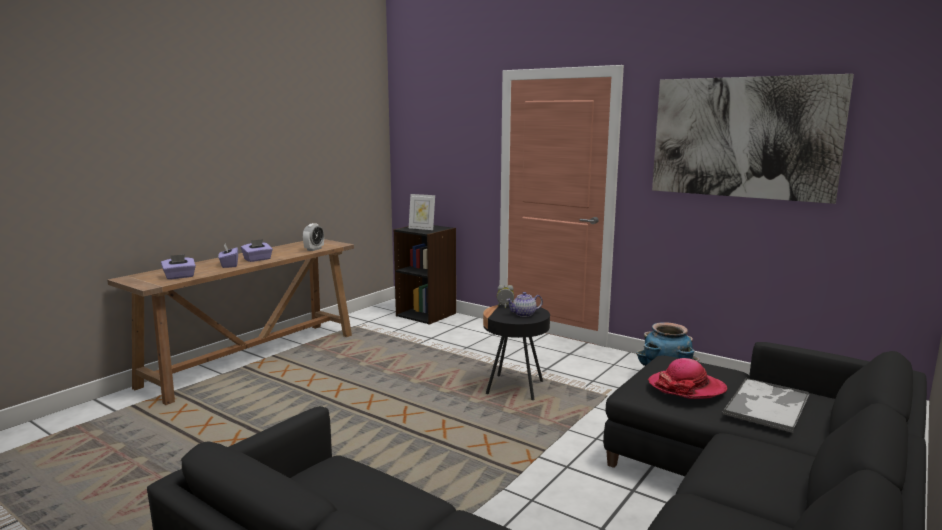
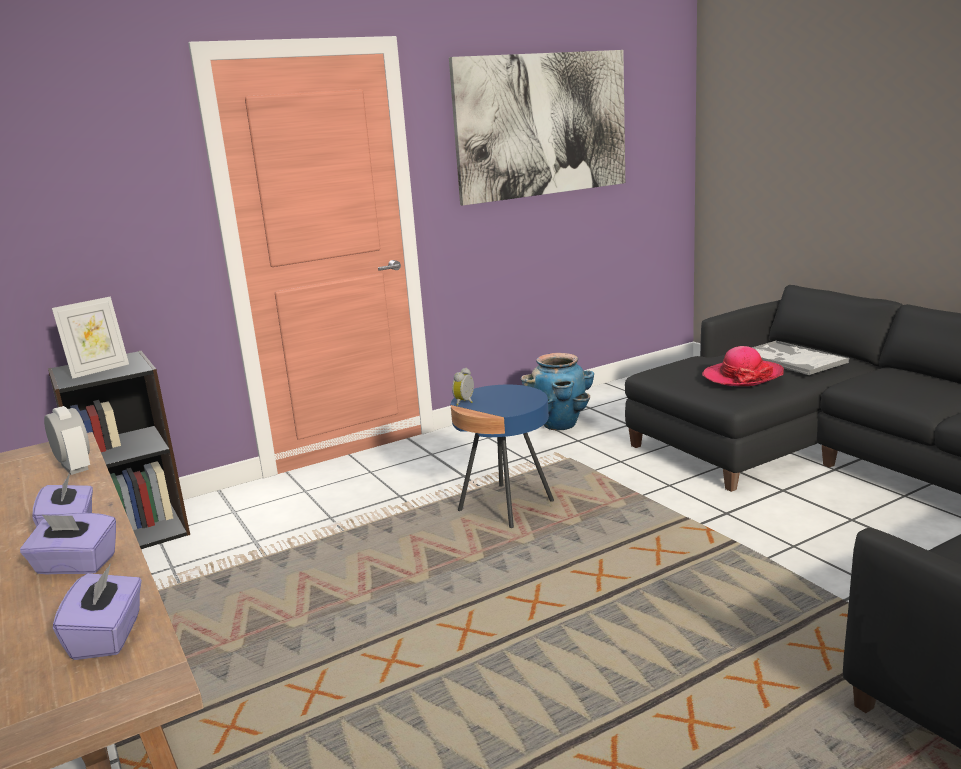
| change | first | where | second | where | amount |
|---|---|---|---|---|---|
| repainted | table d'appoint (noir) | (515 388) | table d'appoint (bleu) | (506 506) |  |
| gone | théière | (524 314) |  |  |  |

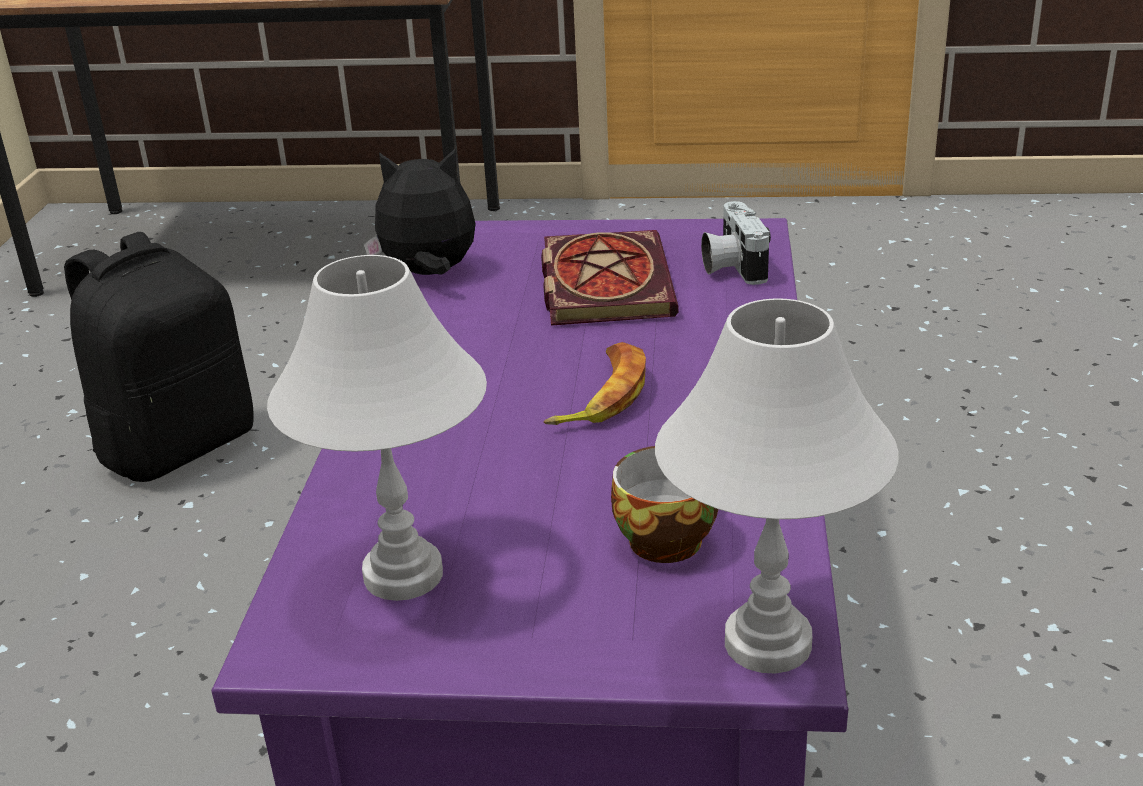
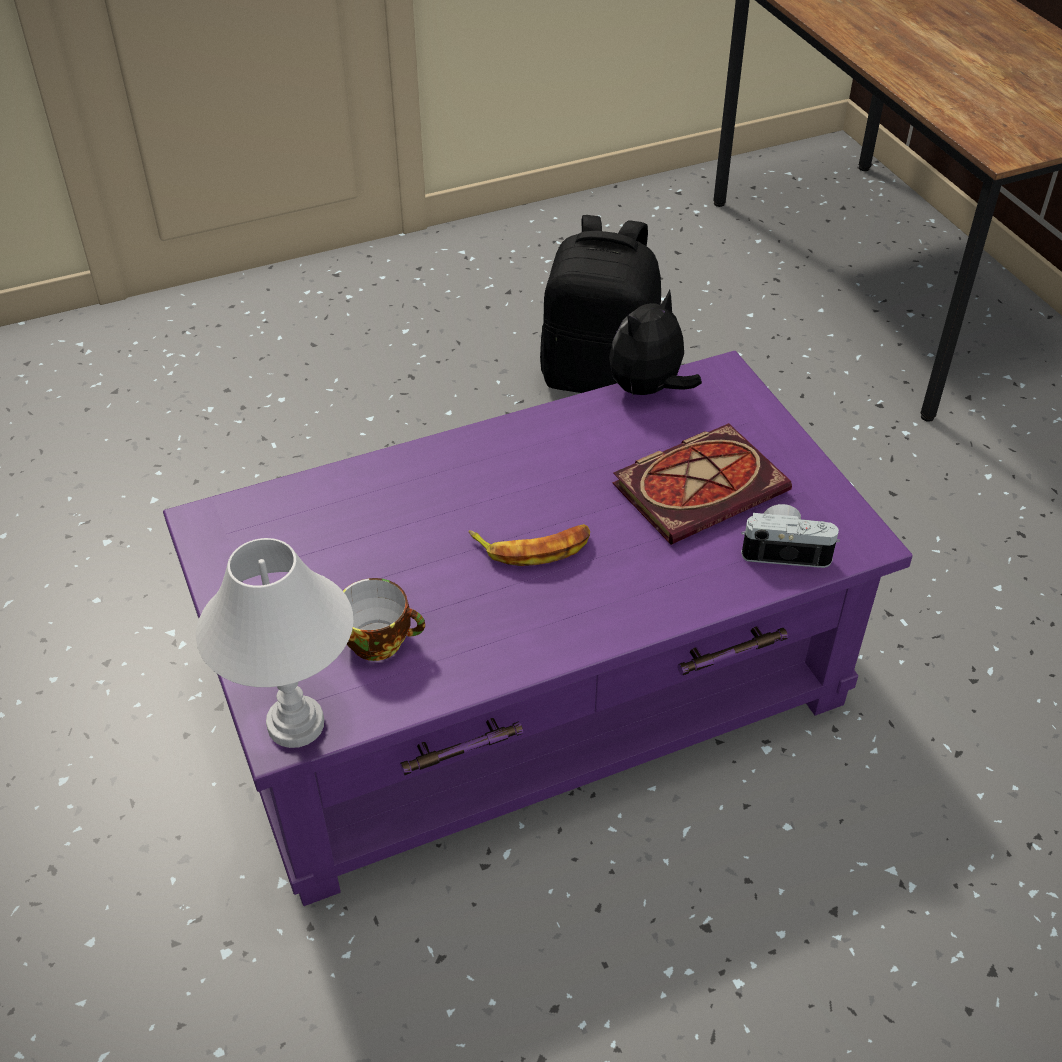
| change | first | where | second | where | amount |
|---|---|---|---|---|---|
| rotated | peluche | (429 274) |  | (648 390) | 105 degrees counterclockwise |
| rotated | appareil photo | (731 266) |  | (786 549) | 45 degrees clockwise |
| gone | lampe de table (blanc) | (402 576) |  |  |  |

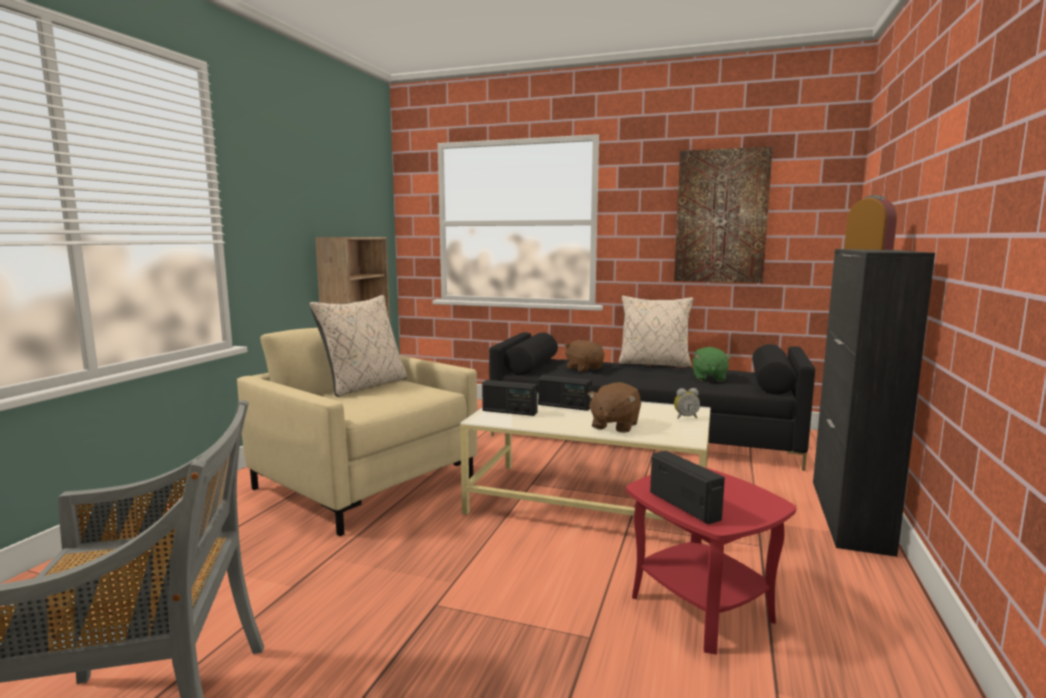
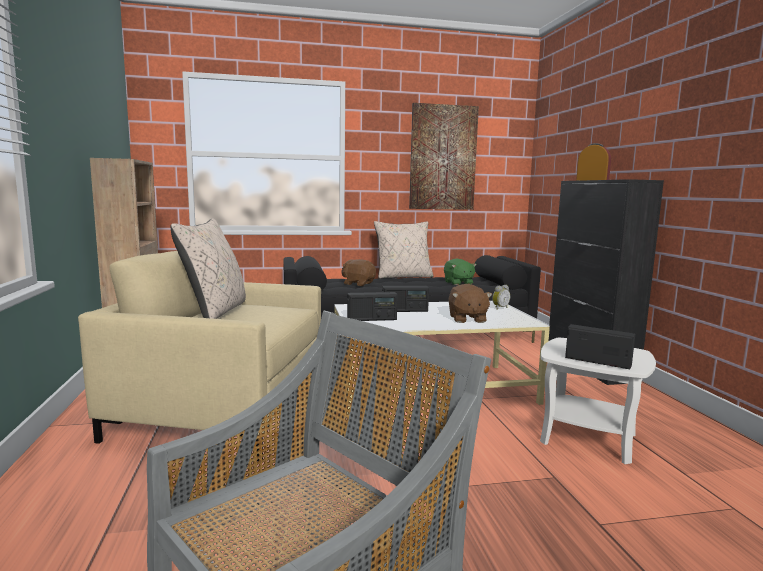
| change | first | where | second | where | amount |
|---|---|---|---|---|---|
| repainted | table d'appoint (rouge) | (700 607) | table d'appoint (blanc) | (588 438) |  |

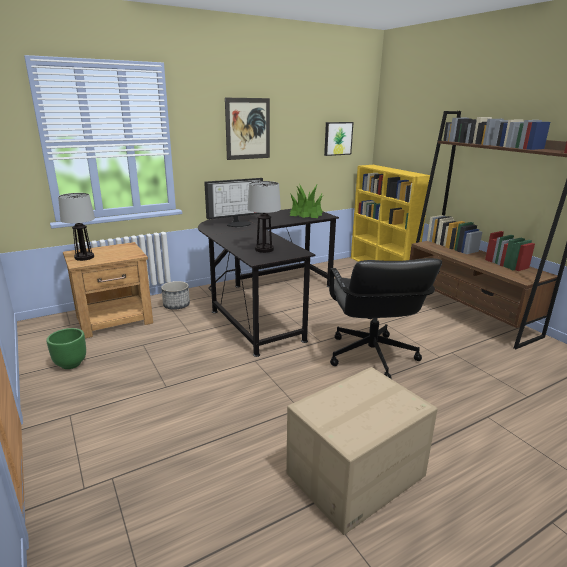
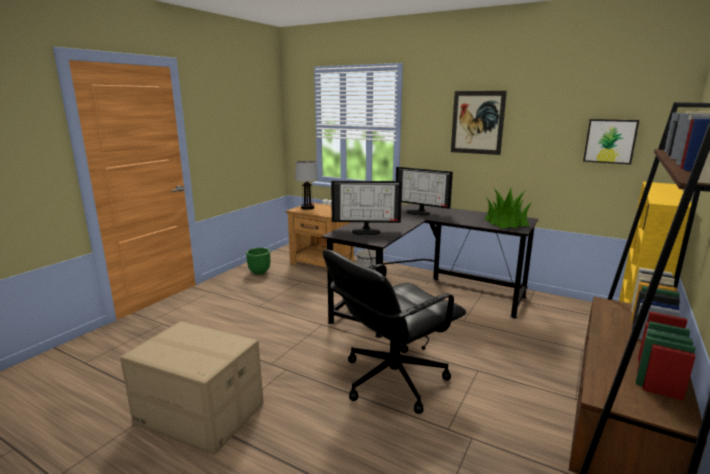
| change | first | where | second | where | amount |
|---|---|---|---|---|---|
| swapped | lampe de table | (264 249) | écran d'ordinateur | (366 231) |  |

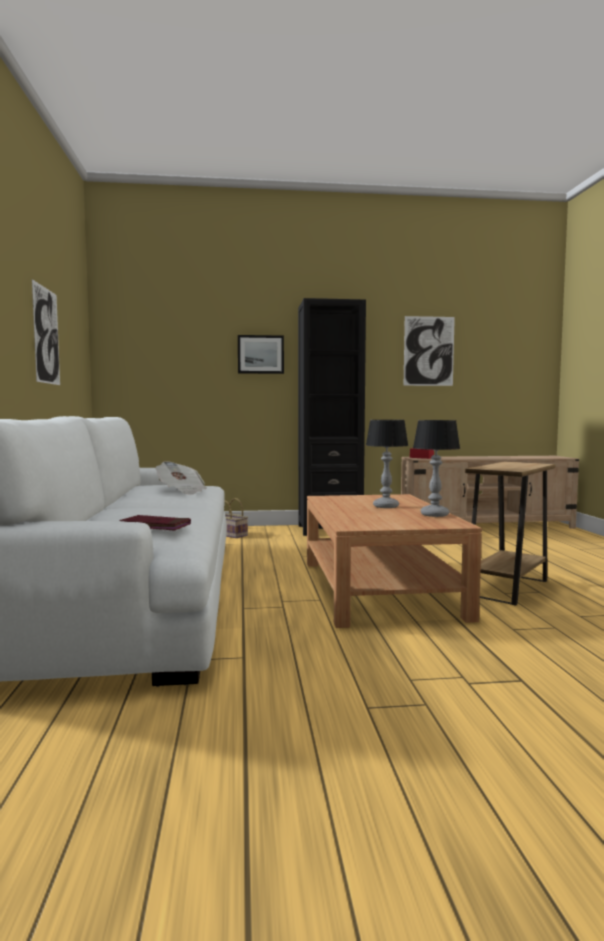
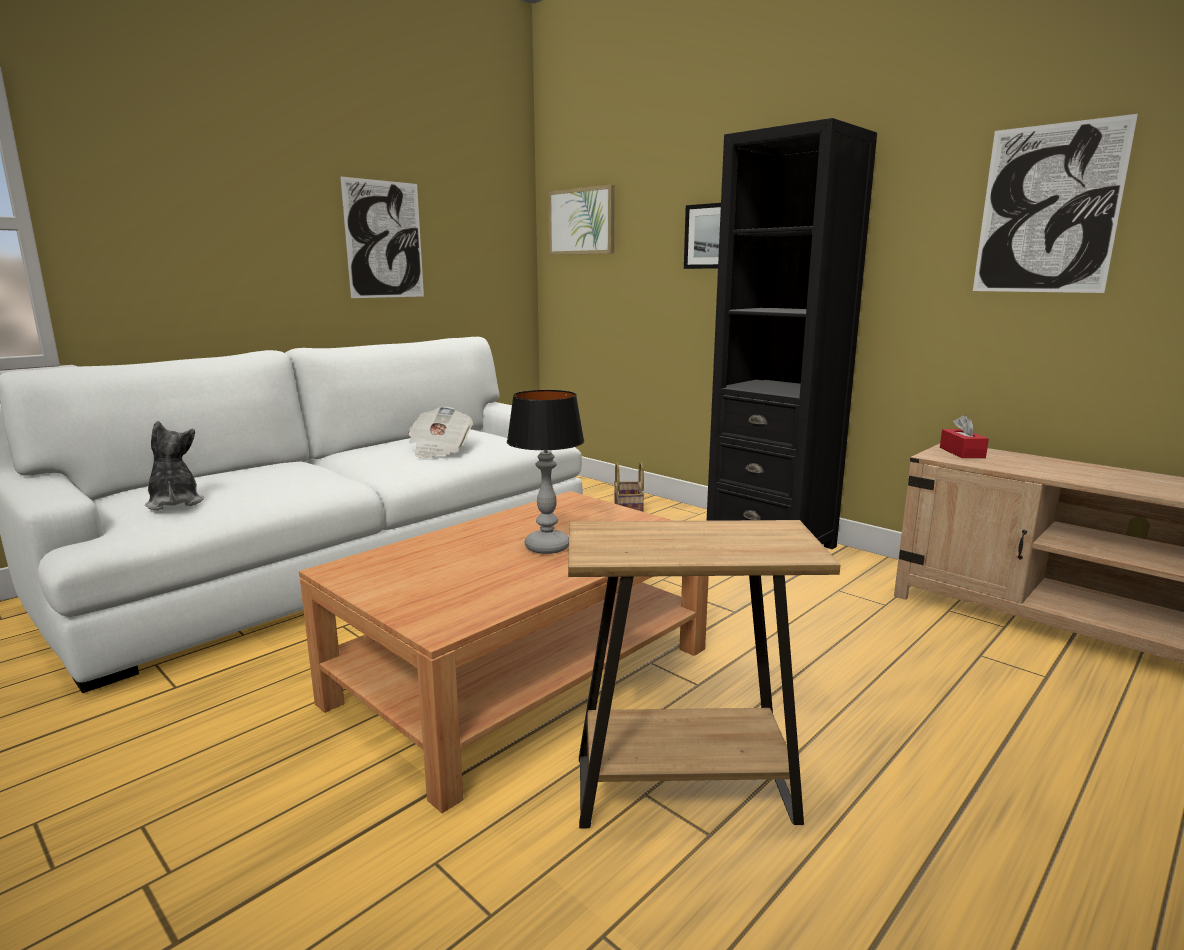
| change | first | where | second | where | amount |
|---|---|---|---|---|---|
| swapped | livre (rouge) | (155 526) | peluche | (175 503) |  |
| new |  |  | tableau | (582 221) |  |
| gone | lampe de table | (434 515) |  |  |  |

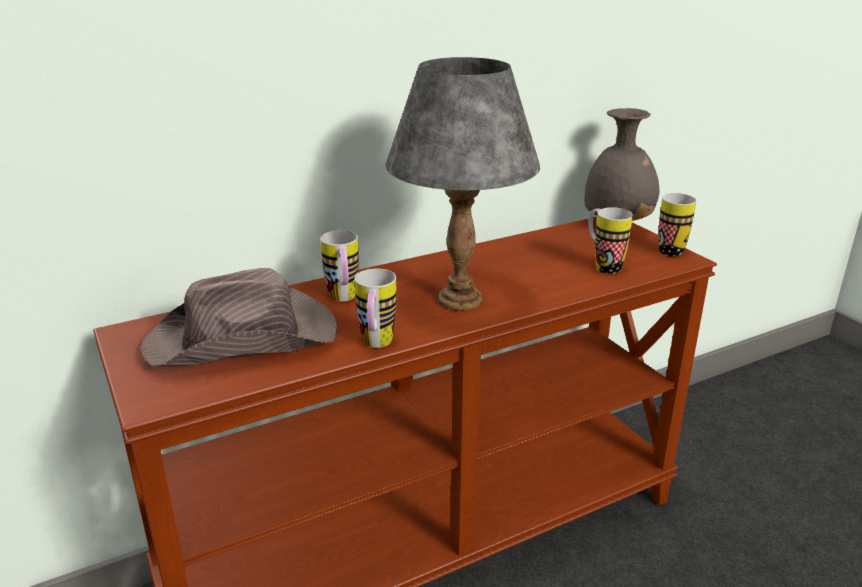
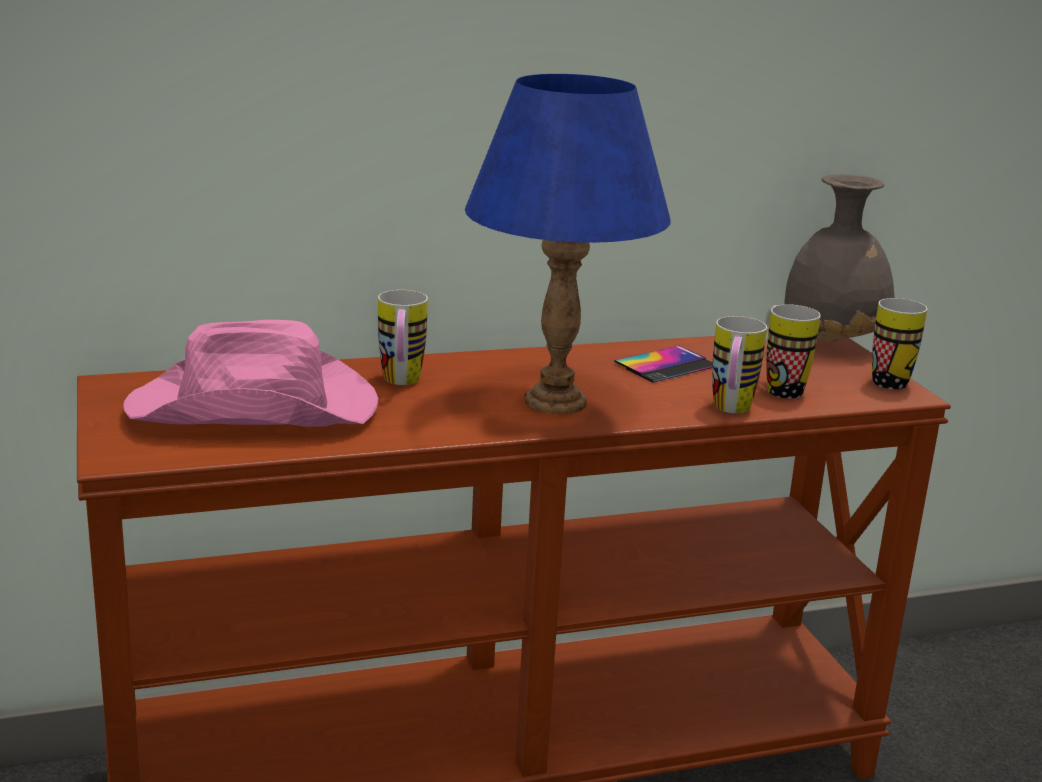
| change | first | where | second | where | amount |
|---|---|---|---|---|---|
| repainted | chapeau (marron) | (244 339) | chapeau (rose) | (256 409) |  |
| repainted | lampe de table (gris) | (459 300) | lampe de table (bleu) | (554 402) |  |
| new |  |  | téléphone | (666 365) |  |
| shifted | mug | (376 345) |  | (730 411) |  |

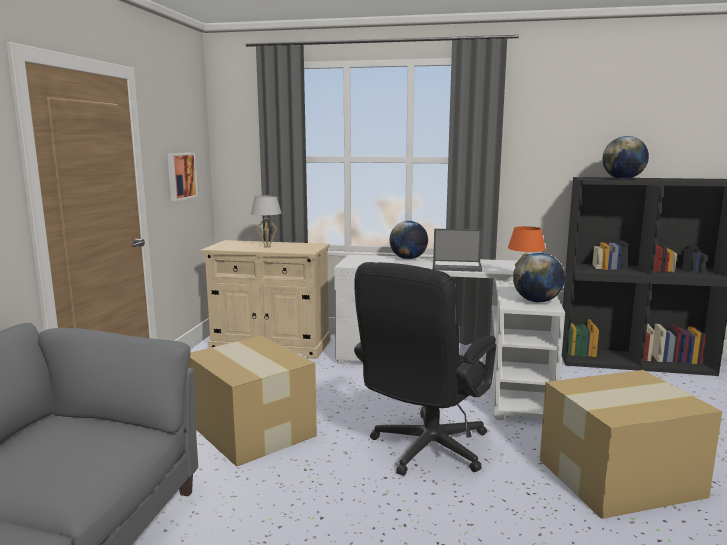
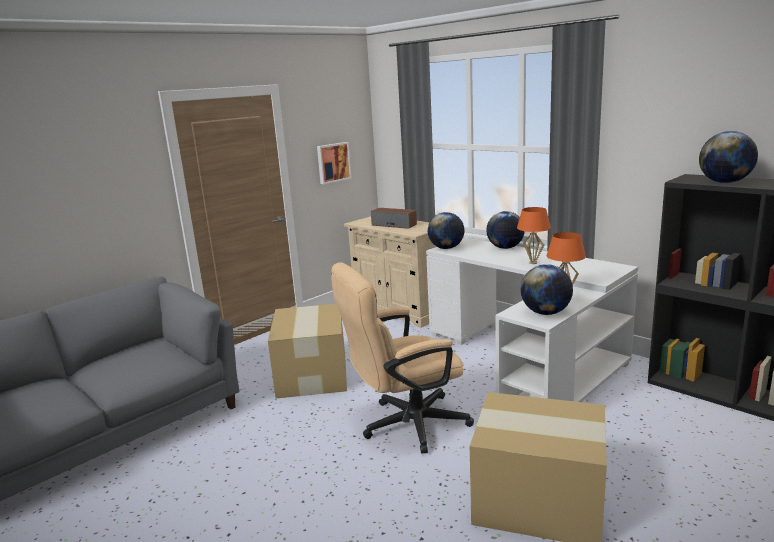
| change | first | where | second | where | amount |
|---|---|---|---|---|---|
| repainted | chaise de bureau (noir) | (424 451) | chaise de bureau (beige) | (405 425) |  |
| swapped | lampe de table (blanc) | (267 247) | enceinte | (394 225) |  |
| new |  |  | globe | (446 248) |  |
| swapped | ordinateur portable | (457 266) | lampe de table (orange) | (533 263) |  |

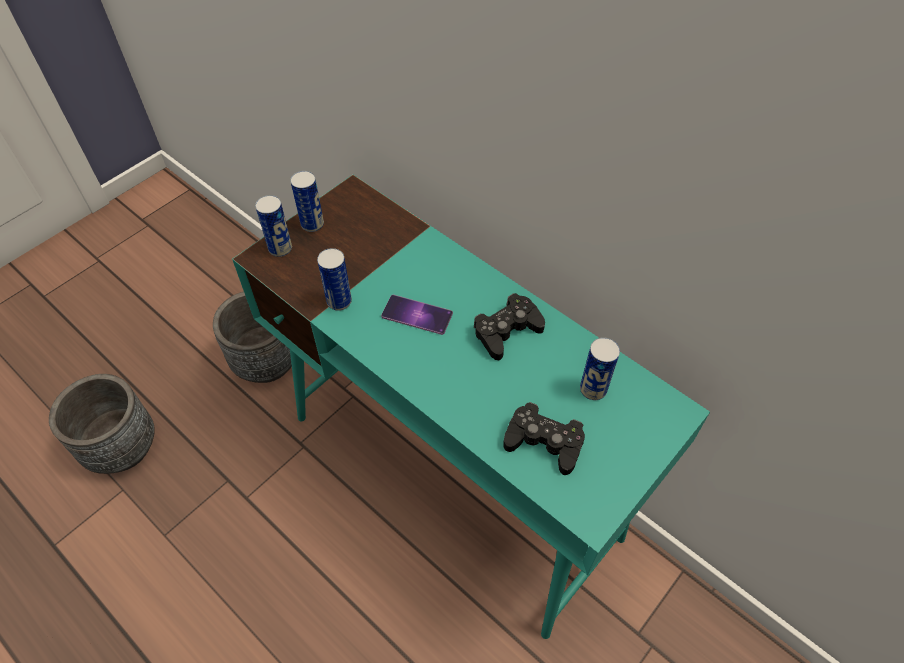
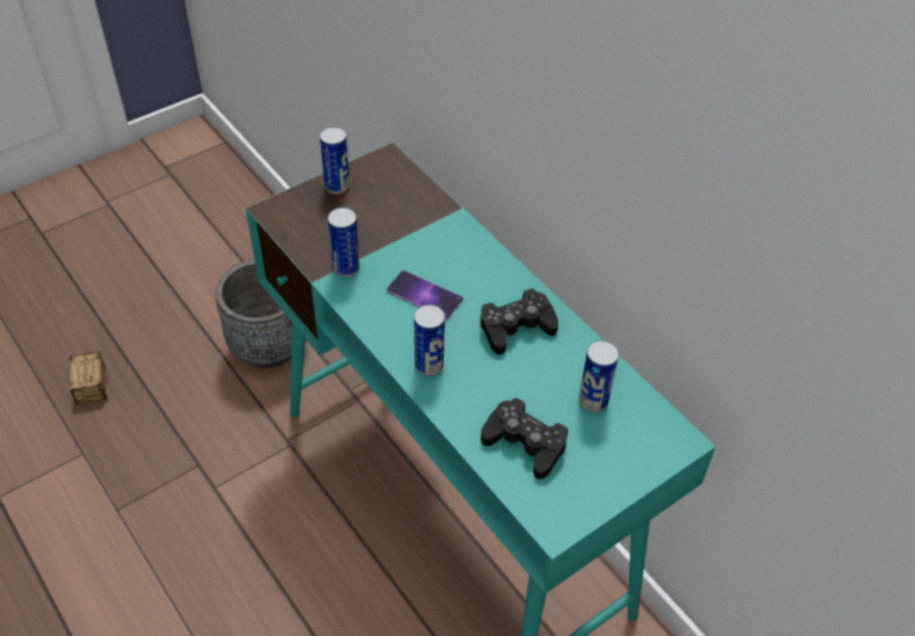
| change | first | where | second | where | amount |
|---|---|---|---|---|---|
| swapped | cache-pot (gris) | (123 447) | boîte de rangement | (92 409) |  |
| shifted | boîte métallique | (280 248) |  | (429 365) |  |

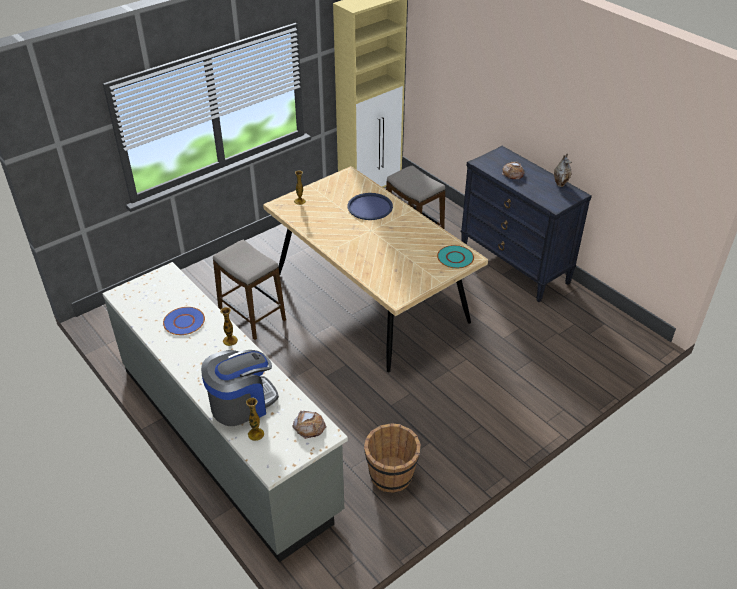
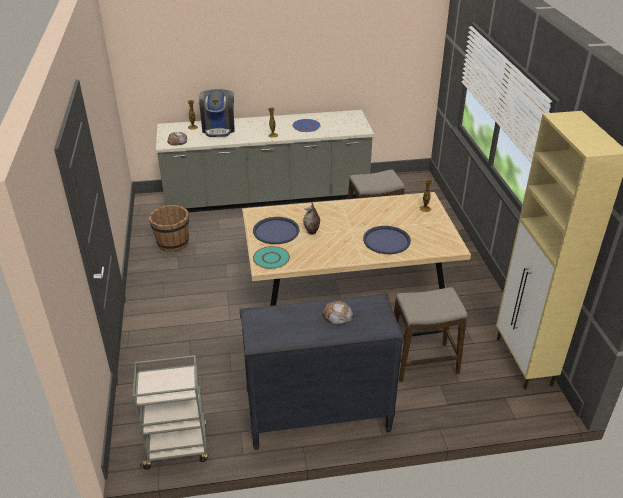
| change | first | where | second | where | amount |
|---|---|---|---|---|---|
| new |  |  | chariot (gris) | (177 447) |  |
| new |  |  | plateau (bleu) | (276 231) |  |
| shifted | vase | (560 184) |  | (312 232) |  |

